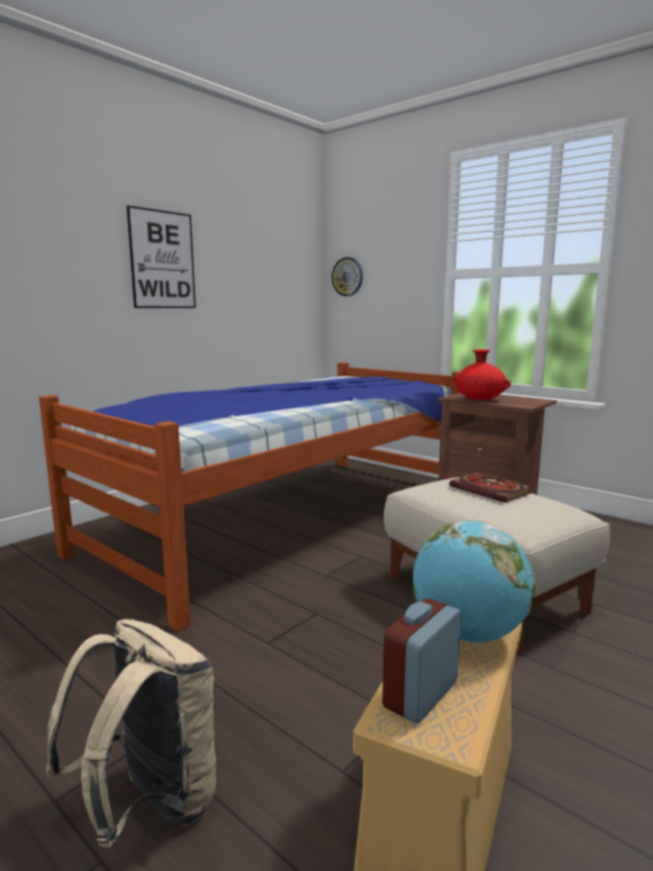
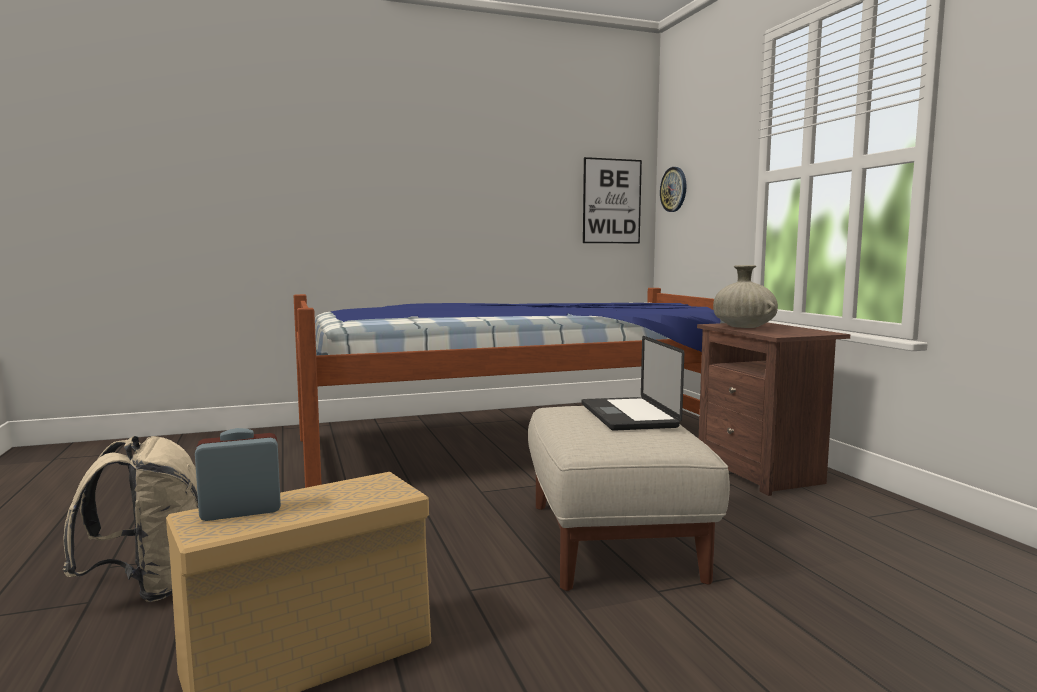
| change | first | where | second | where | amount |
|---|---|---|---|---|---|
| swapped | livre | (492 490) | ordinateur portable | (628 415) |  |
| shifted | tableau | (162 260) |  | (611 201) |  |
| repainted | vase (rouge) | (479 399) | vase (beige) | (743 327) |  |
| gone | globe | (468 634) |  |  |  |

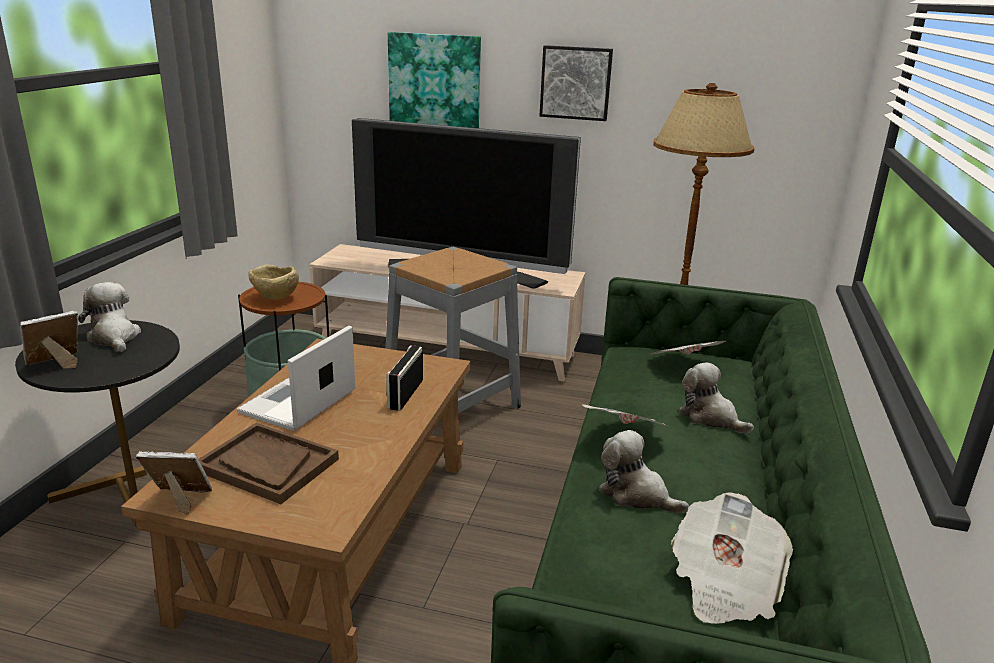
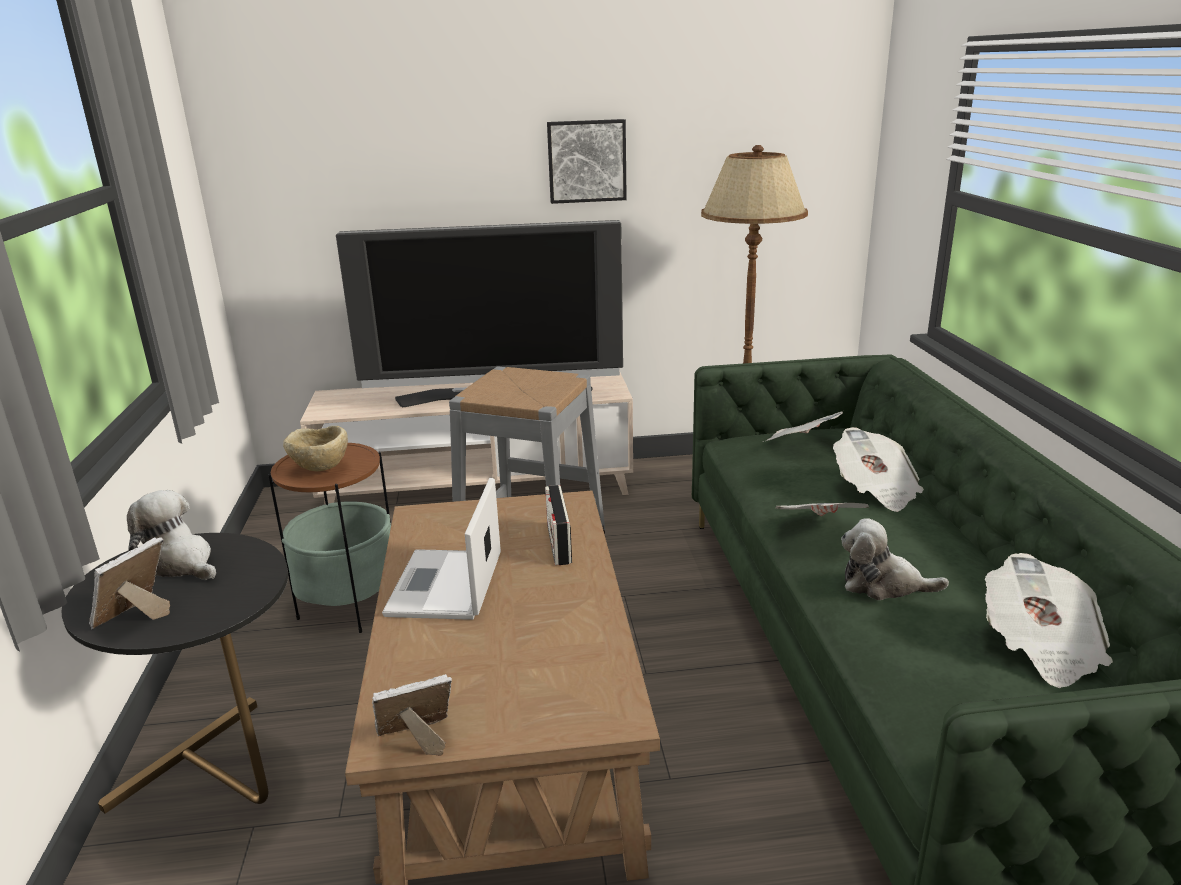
| change | first | where | second | where | amount |
|---|---|---|---|---|---|
| swapped | peluche | (710 417) | journal | (875 490) |  |
| gone | plateau (marron) | (267 465) |  |  |  |
| gone | tableau | (435 84) |  |  |  |

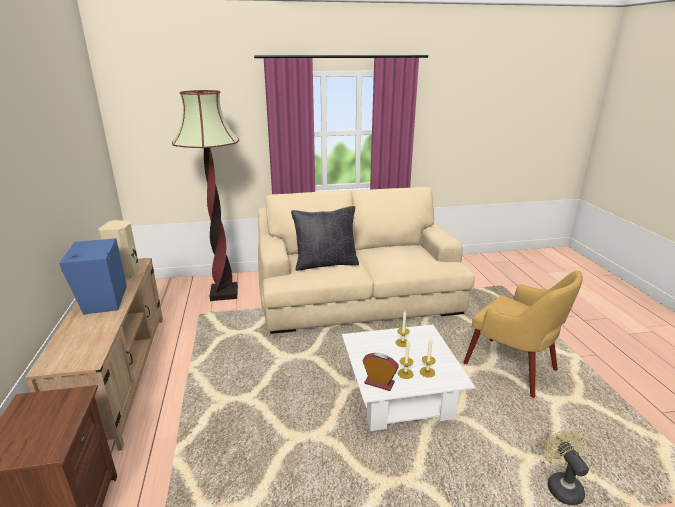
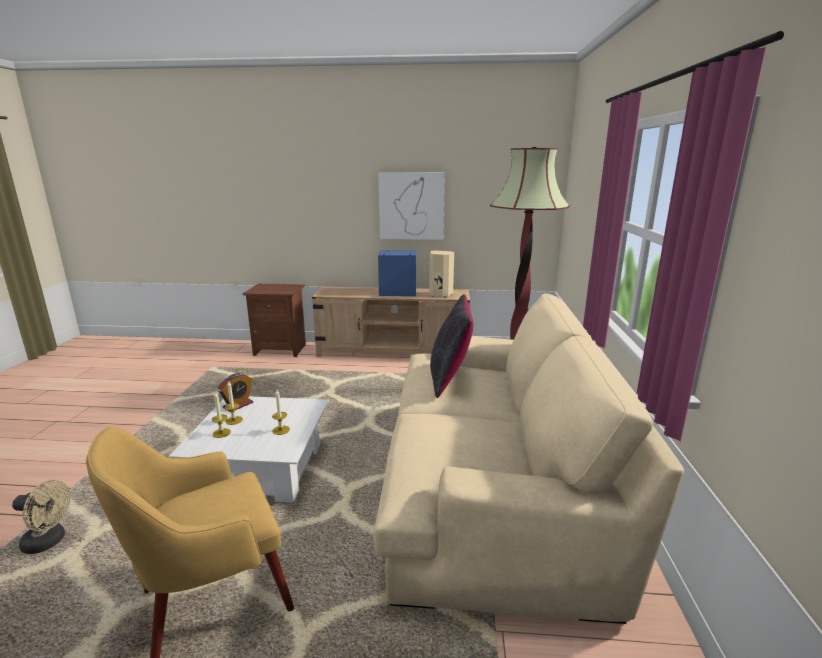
| change | first | where | second | where | amount |
|---|---|---|---|---|---|
| new |  |  | tableau | (411 206) |  |

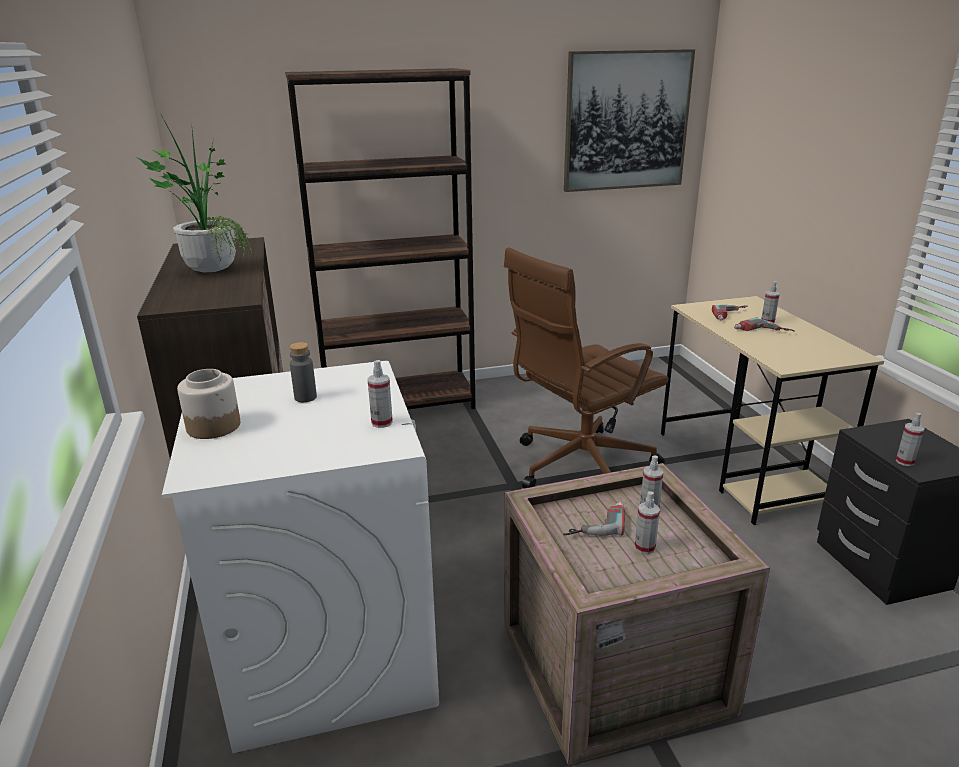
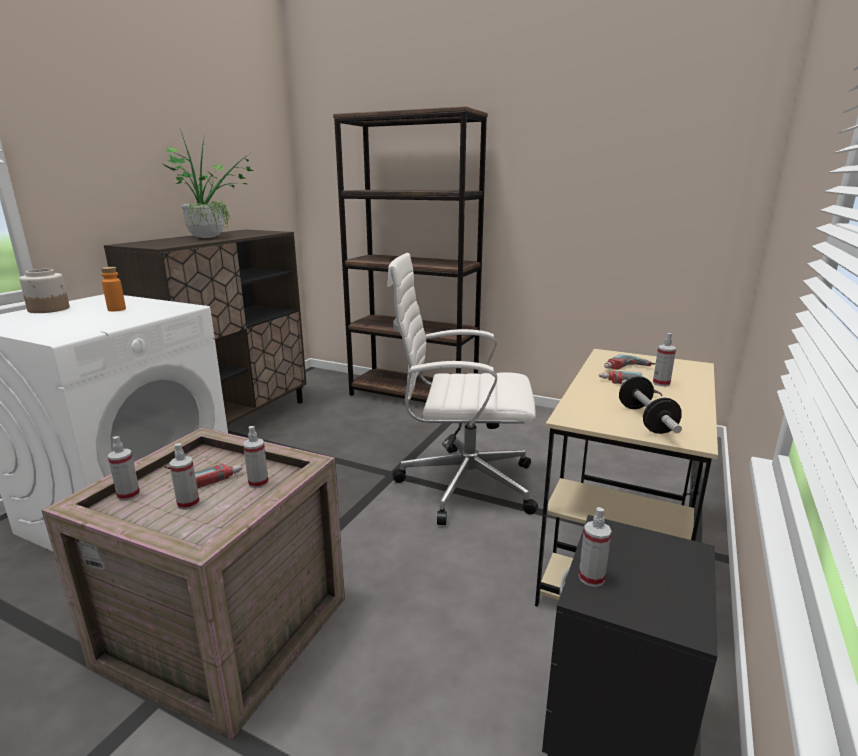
| change | first | where | second | where | amount |
|---|---|---|---|---|---|
| repainted | bouteille (gris) | (305 397) | bouteille (orange) | (117 309) |  |
| shifted | vaporisateur | (382 422) |  | (128 495) |  |
| repainted | chaise de bureau (marron) | (579 467) | chaise de bureau (blanc) | (462 484) |  |
| new |  |  | haltère | (646 420) |  |
| gone | tableau | (626 121) |  |  |  |

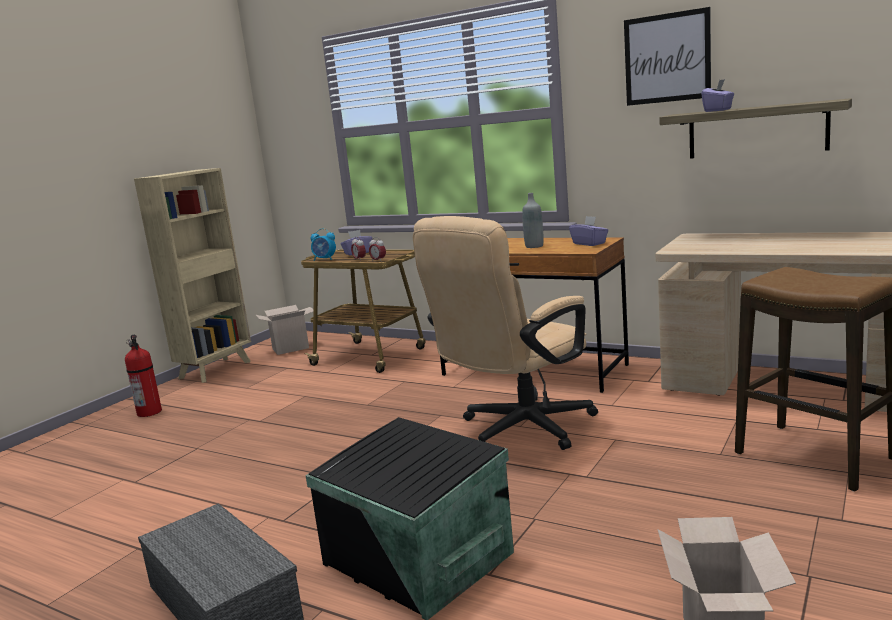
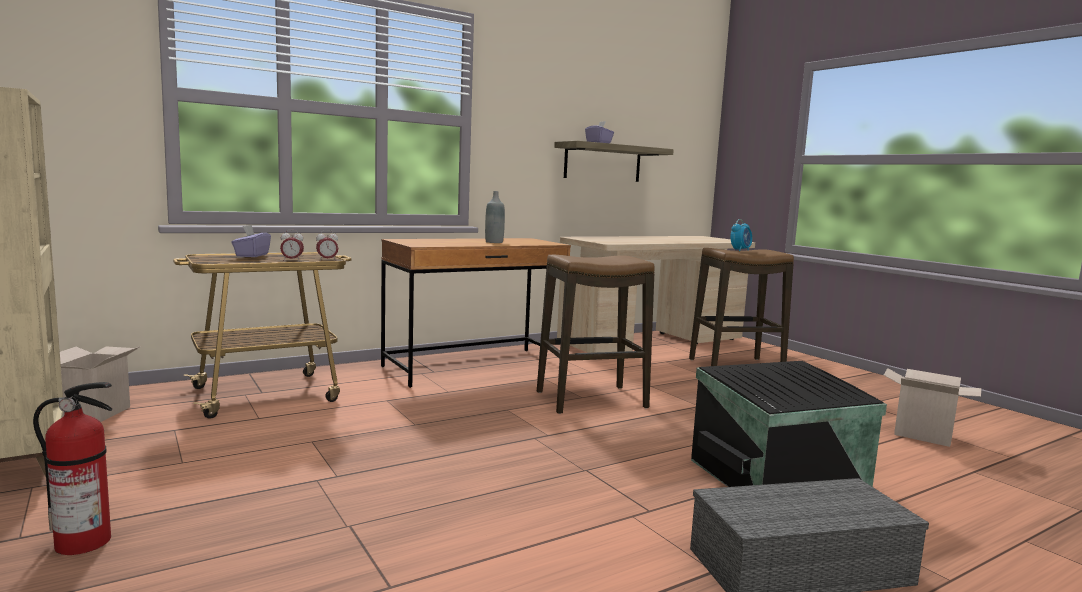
| change | first | where | second | where | amount |
|---|---|---|---|---|---|
| swapped | chaise de bureau (beige) | (517 431) | tabouret | (591 400) |  |
| shifted | réveil | (324 259) |  | (740 250) |  |
| gone | boîte à mouchoirs (violet) | (589 243) |  |  |  |
| gone | tableau | (667 58) |  |  |  |

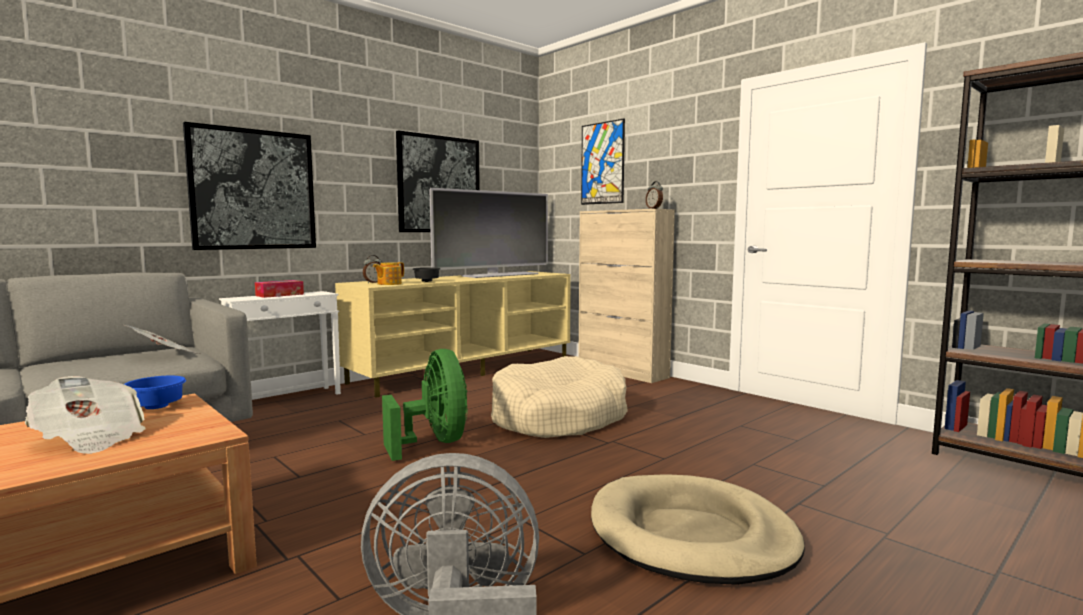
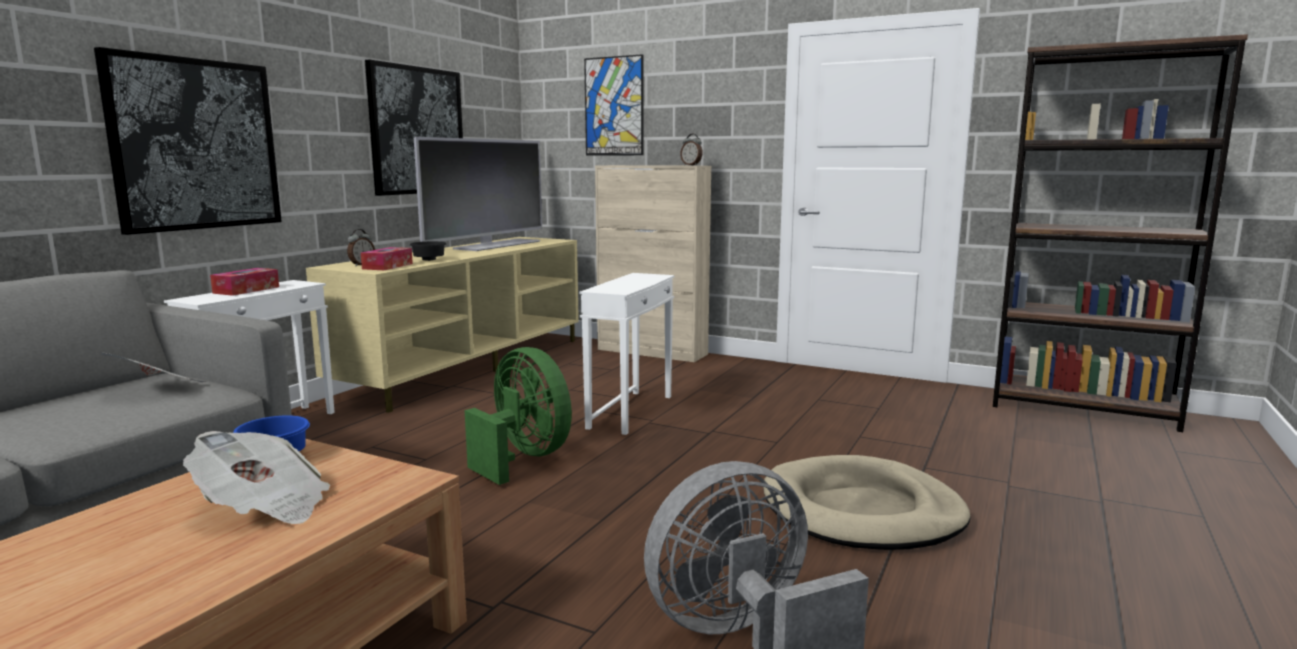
| change | first | where | second | where | amount |
|---|---|---|---|---|---|
| swapped | théière | (388 284) | boîte à mouchoirs | (387 266) |  |
| swapped | panier pour chien (beige) | (558 417) | table d'appoint (blanc) | (631 411) |  |

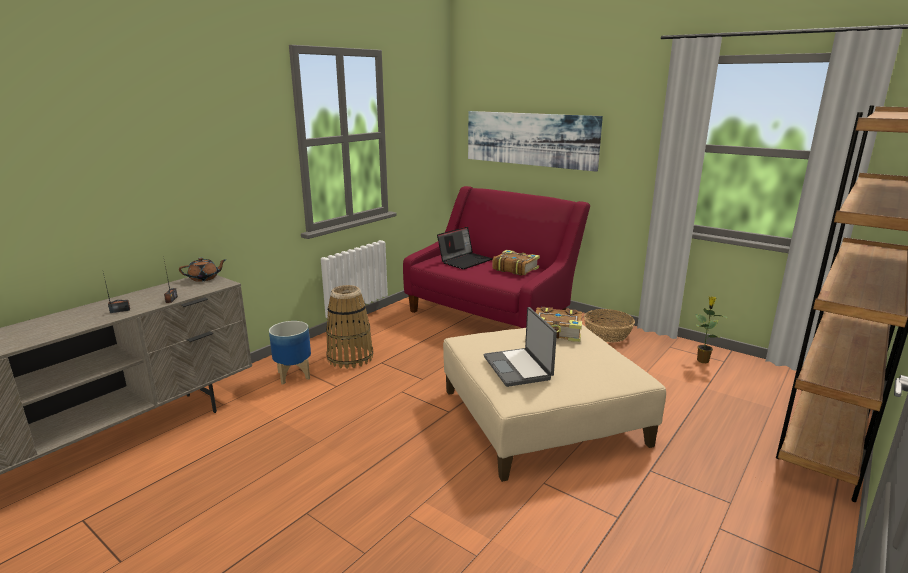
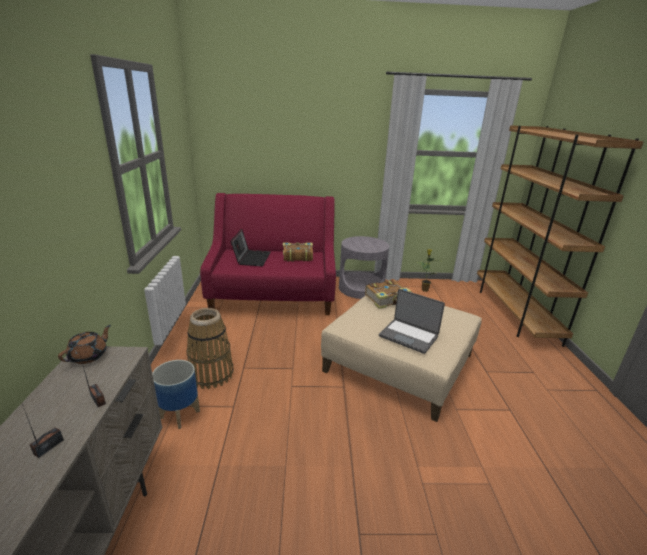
| change | first | where | second | where | amount |
|---|---|---|---|---|---|
| swapped | panier | (607 334) | table d'appoint (gris) | (361 288) |  |
| gone | tableau | (530 139) |  |  |  |

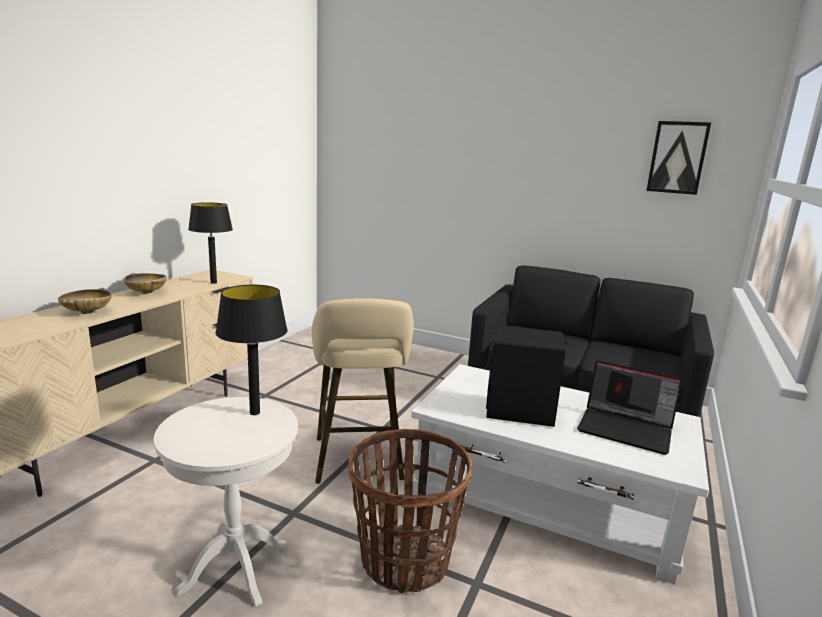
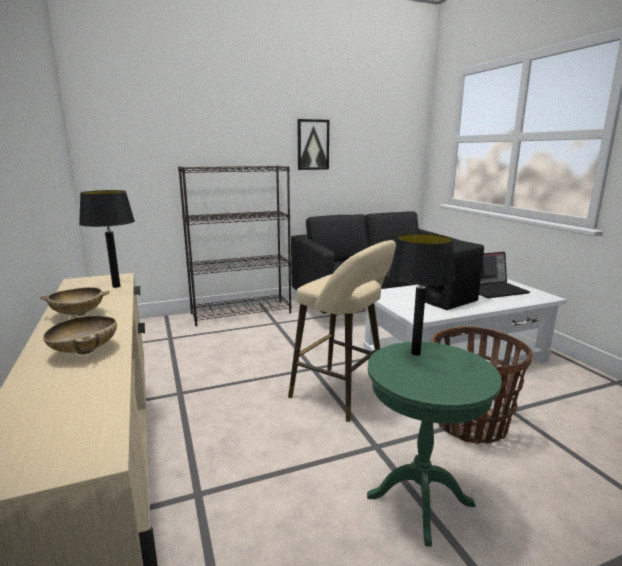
| change | first | where | second | where | amount |
|---|---|---|---|---|---|
| new |  |  | bibliothèque (noir) | (241 313) |  |
| shifted | tableau | (677 157) |  | (313 145) |  |
| repainted | table d'appoint (blanc) | (235 568) | table d'appoint (vert) | (420 500) |  |

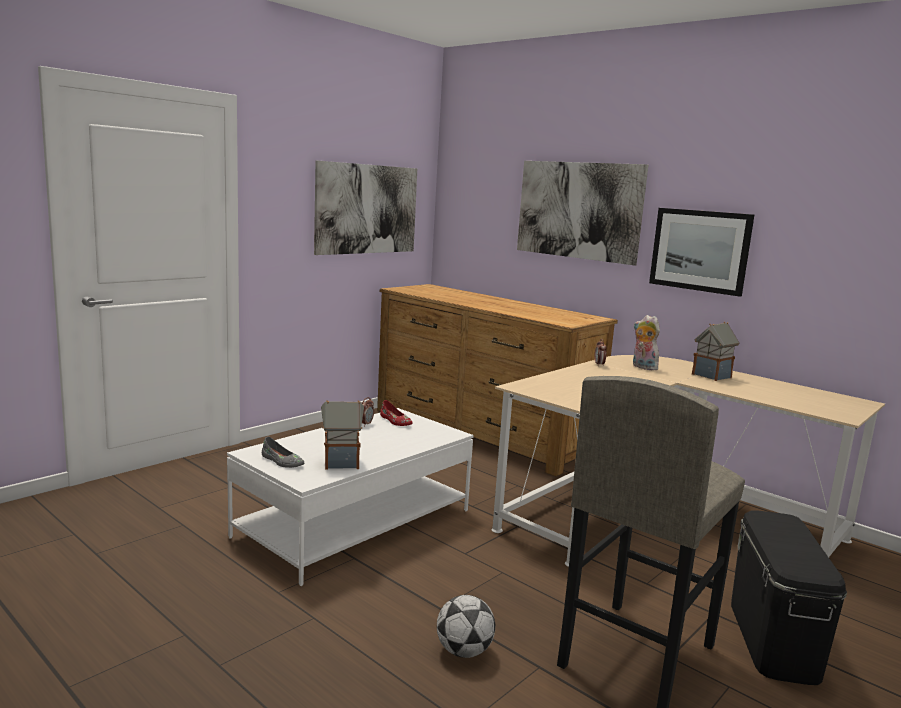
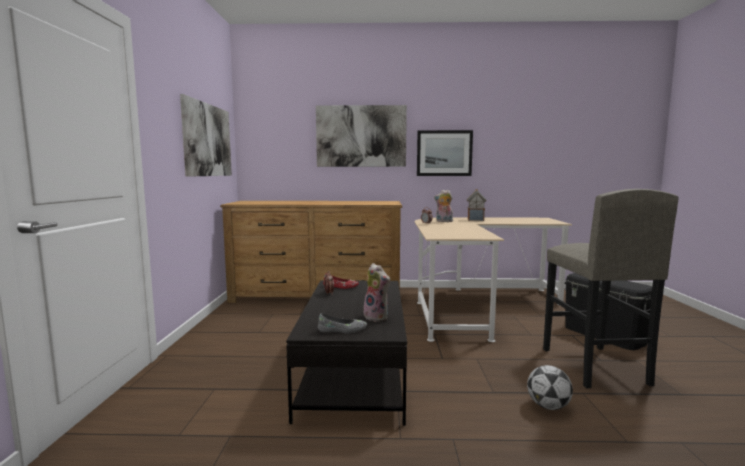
| change | first | where | second | where | amount |
|---|---|---|---|---|---|
| repainted | table basse (blanc) | (355 523) | table basse (noir) | (354 371) |  |
| swapped | maison miniature | (340 463) | peluche | (377 317) |  |

